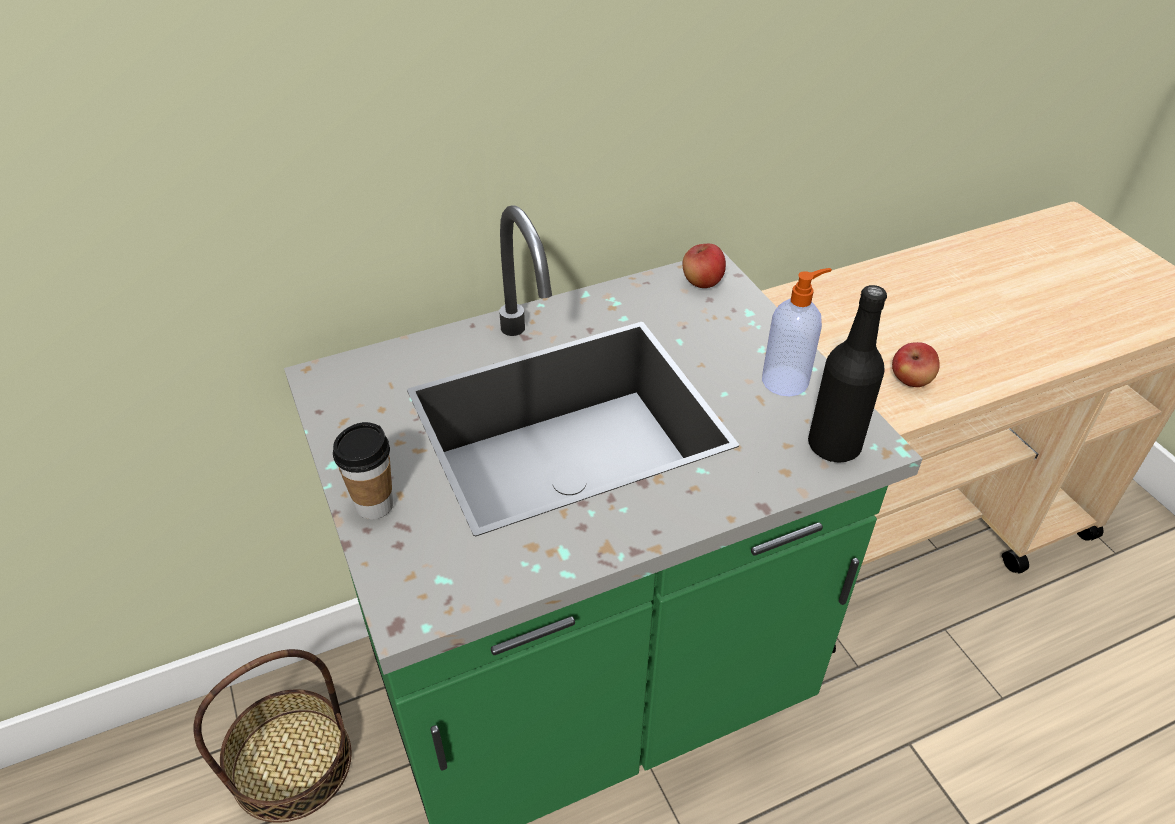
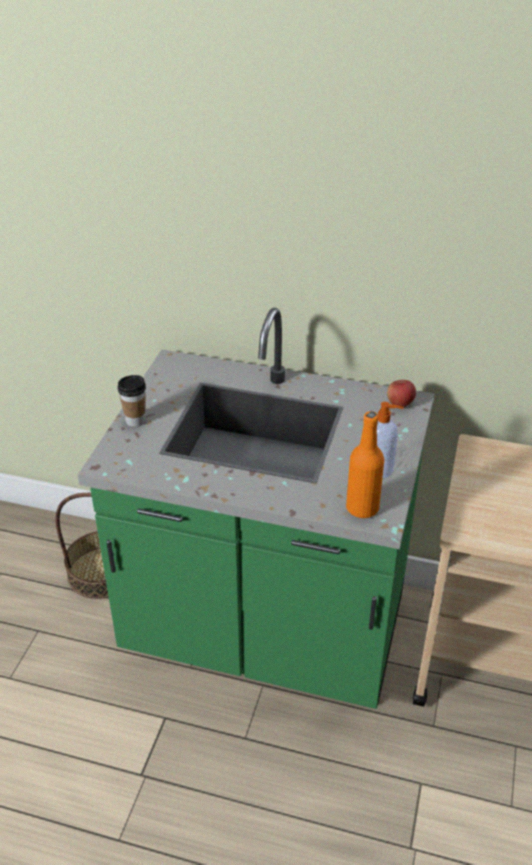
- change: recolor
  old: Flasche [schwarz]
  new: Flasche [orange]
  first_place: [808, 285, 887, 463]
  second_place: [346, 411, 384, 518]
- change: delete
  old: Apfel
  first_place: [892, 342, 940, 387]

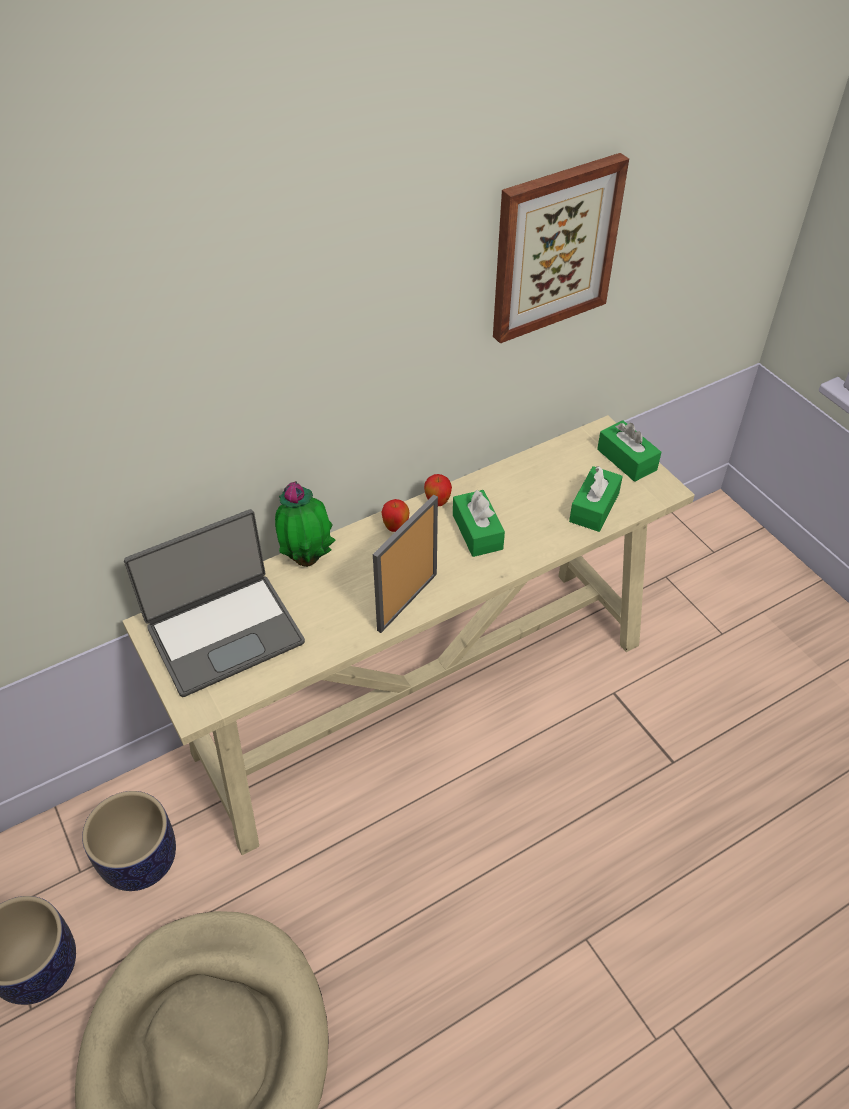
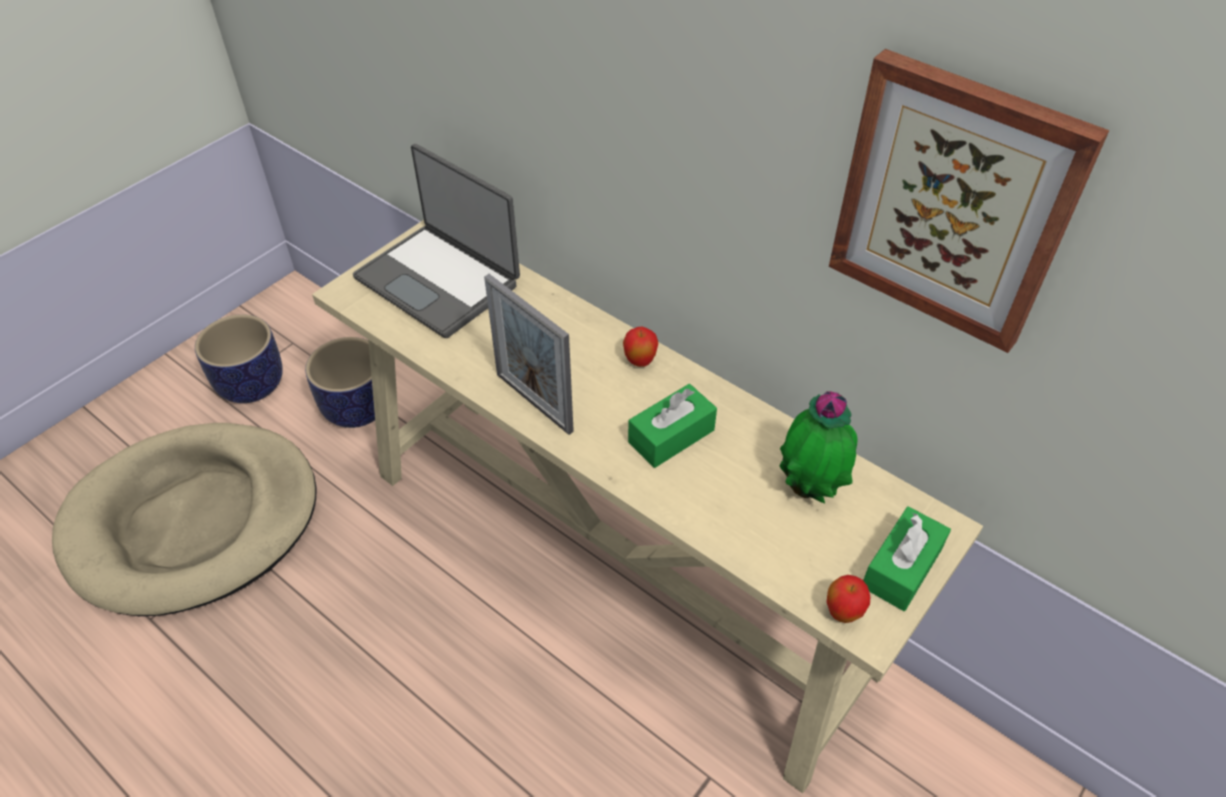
- change: move
  old: Topfpflanze
  first_place: [275, 481, 335, 567]
  second_place: [780, 391, 858, 503]
- change: rotate
  old: Bilderrahmen
  first_place: [373, 495, 438, 633]
  second_place: [484, 274, 574, 435]
  degrees: -150
- change: move
  old: Apfel
  first_place: [424, 474, 452, 506]
  second_place: [827, 575, 870, 623]
- change: delete
  old: Taschentuchbox [grün]
  first_place: [569, 466, 623, 532]

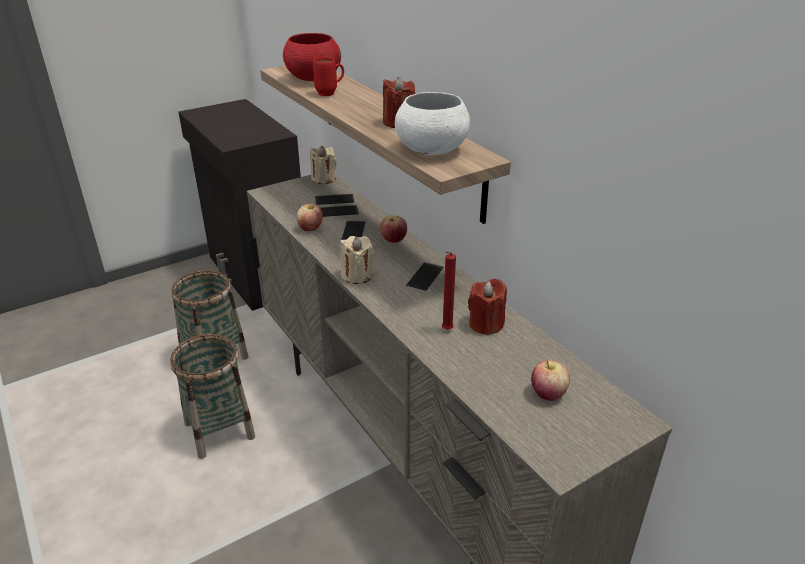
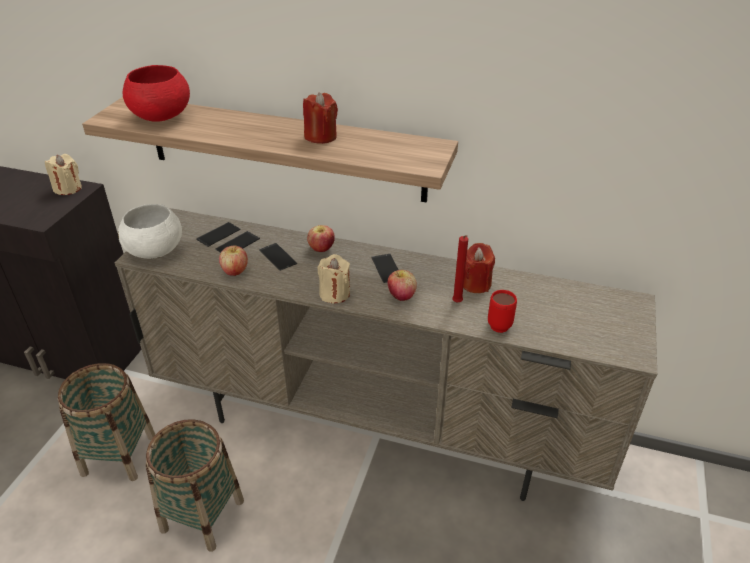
- change: move
  old: Kerze [beige]
  first_place: [310, 146, 337, 184]
  second_place: [45, 154, 82, 195]
- change: move
  old: Henkelbecher [rot]
  first_place: [313, 57, 344, 96]
  second_place: [488, 290, 517, 333]
- change: move
  old: Schüssel [weiß]
  first_place: [395, 92, 470, 155]
  second_place: [118, 204, 182, 259]
- change: move
  old: Apfel
  first_place: [531, 360, 570, 401]
  second_place: [388, 270, 417, 301]

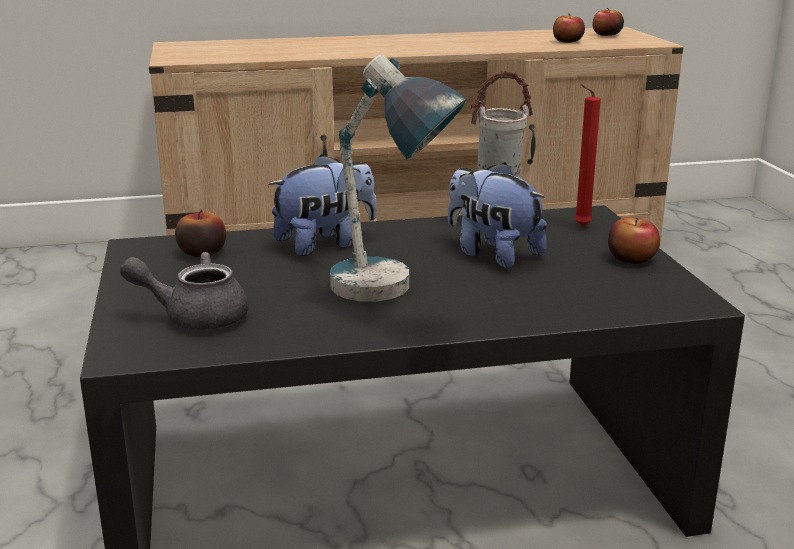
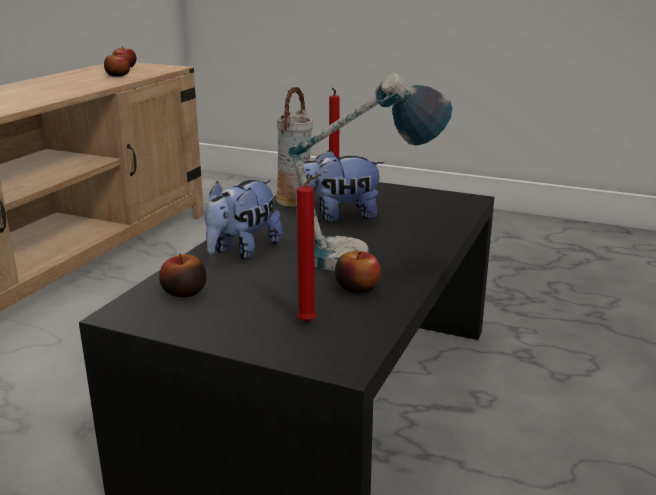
- change: replace
  old: Teekanne [grau]
  new: Kerze [rot]
  first_place: [120, 252, 249, 330]
  second_place: [297, 174, 322, 322]
- change: rotate
  old: Plüschtier
  first_place: [268, 154, 377, 256]
  second_place: [205, 180, 283, 259]
  degrees: -150
- change: move
  old: Apfel
  first_place: [608, 218, 660, 264]
  second_place: [335, 251, 381, 293]

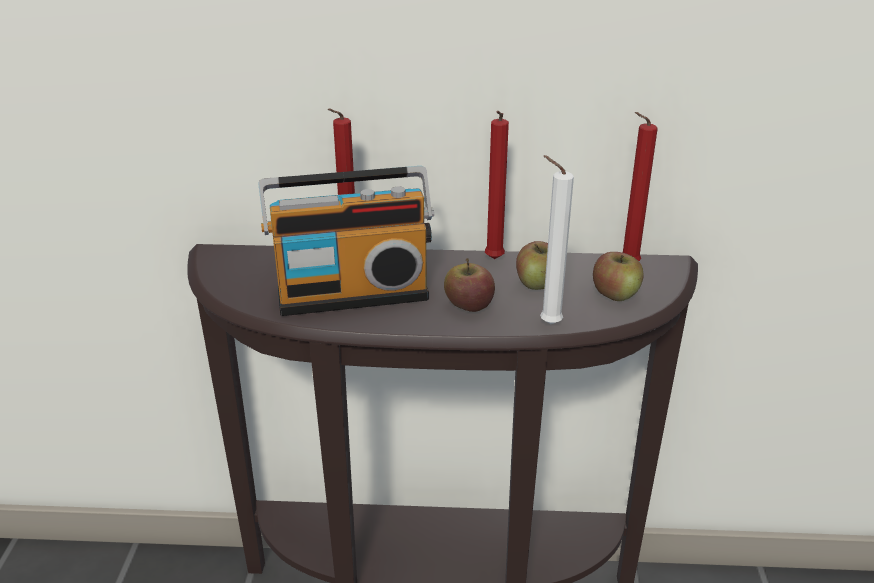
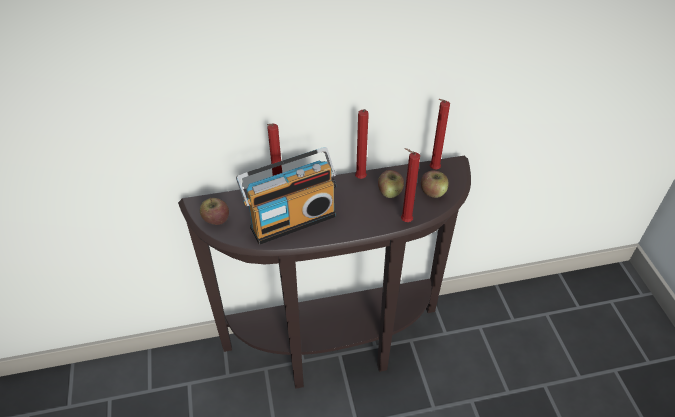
- change: move
  old: Apfel
  first_place: [444, 258, 495, 312]
  second_place: [200, 197, 229, 225]
- change: recolor
  old: Kerze [weiß]
  new: Kerze [rot]
  first_place: [540, 155, 574, 324]
  second_place: [401, 148, 420, 222]

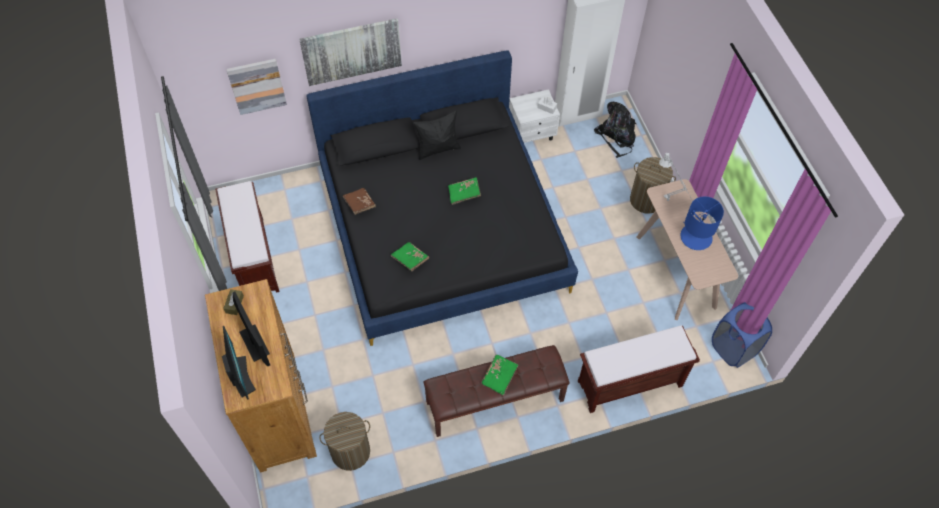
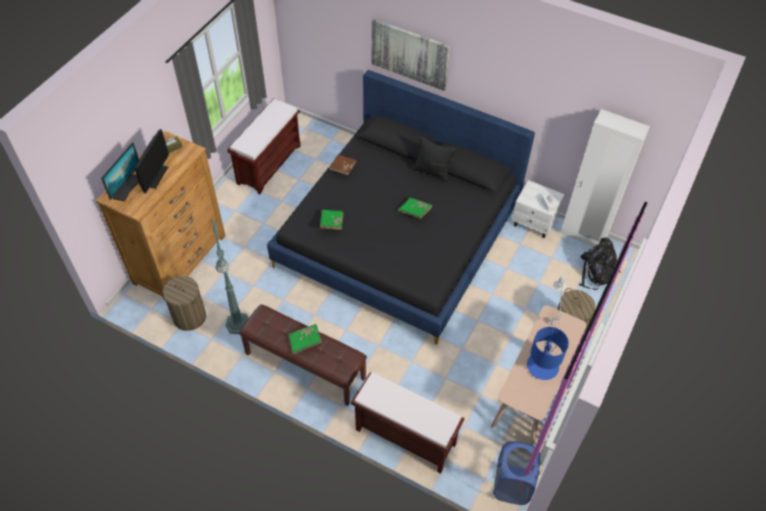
- change: delete
  old: Bild
  first_place: [226, 59, 287, 115]
- change: insert
  new: Stehlampe [grün]
  second_place: [212, 220, 249, 334]

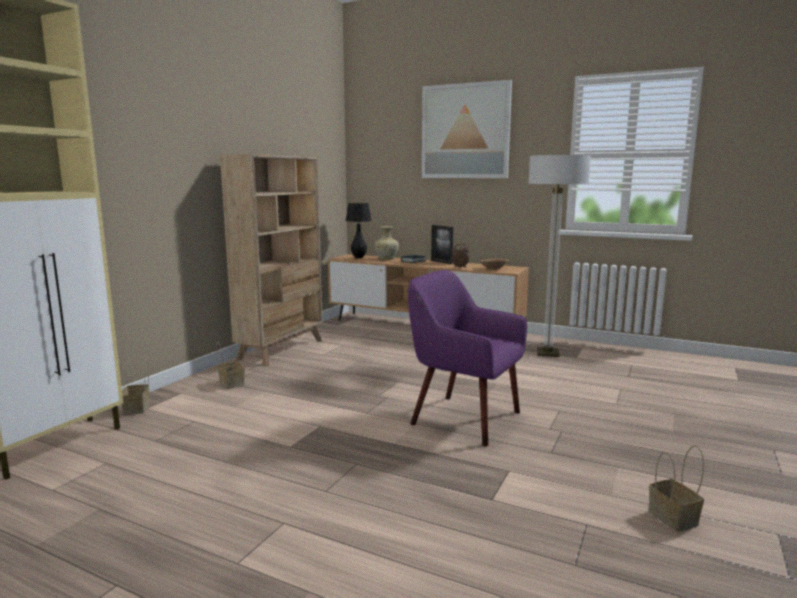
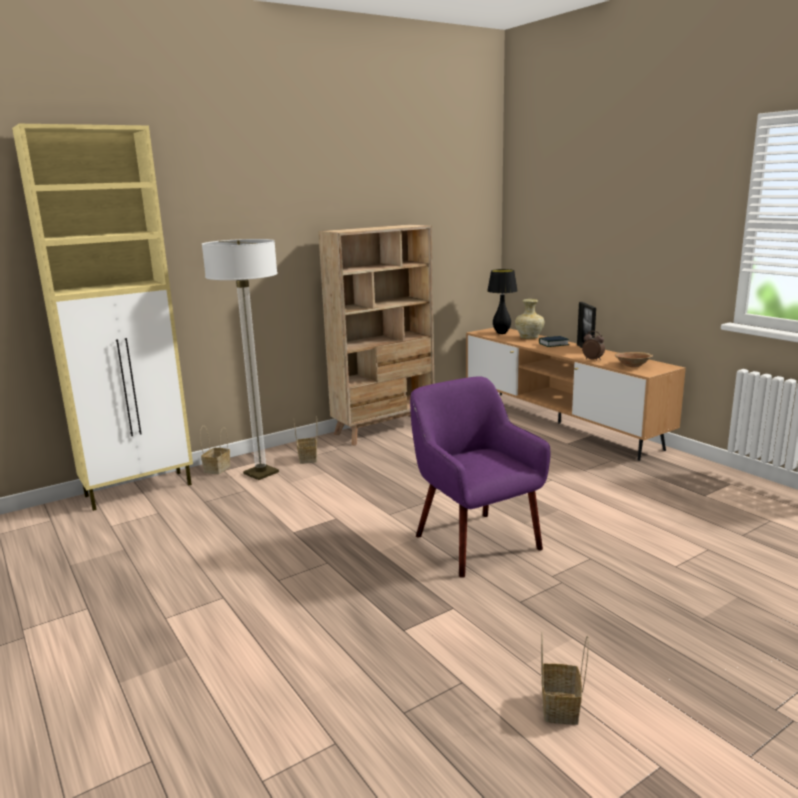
- change: delete
  old: Bild
  first_place: [422, 80, 512, 178]
- change: move
  old: Stehlampe
  first_place: [528, 155, 591, 357]
  second_place: [202, 239, 279, 480]

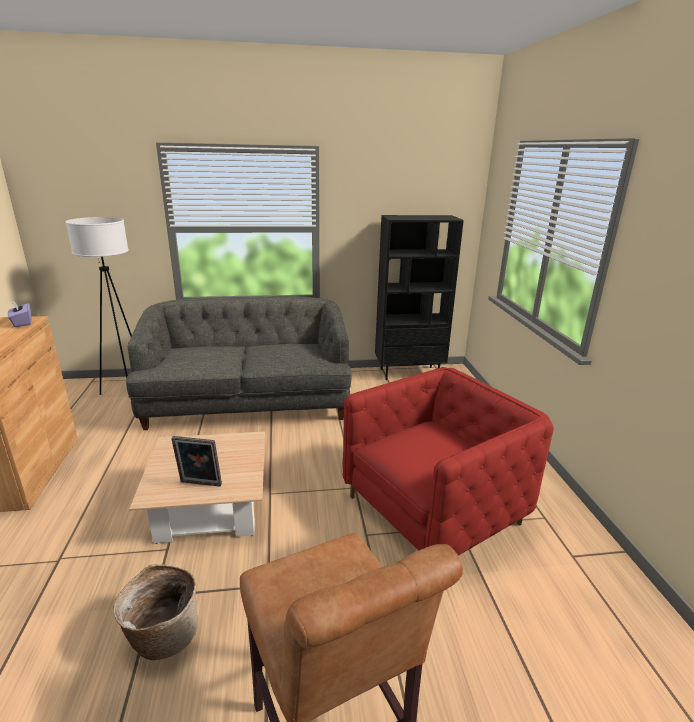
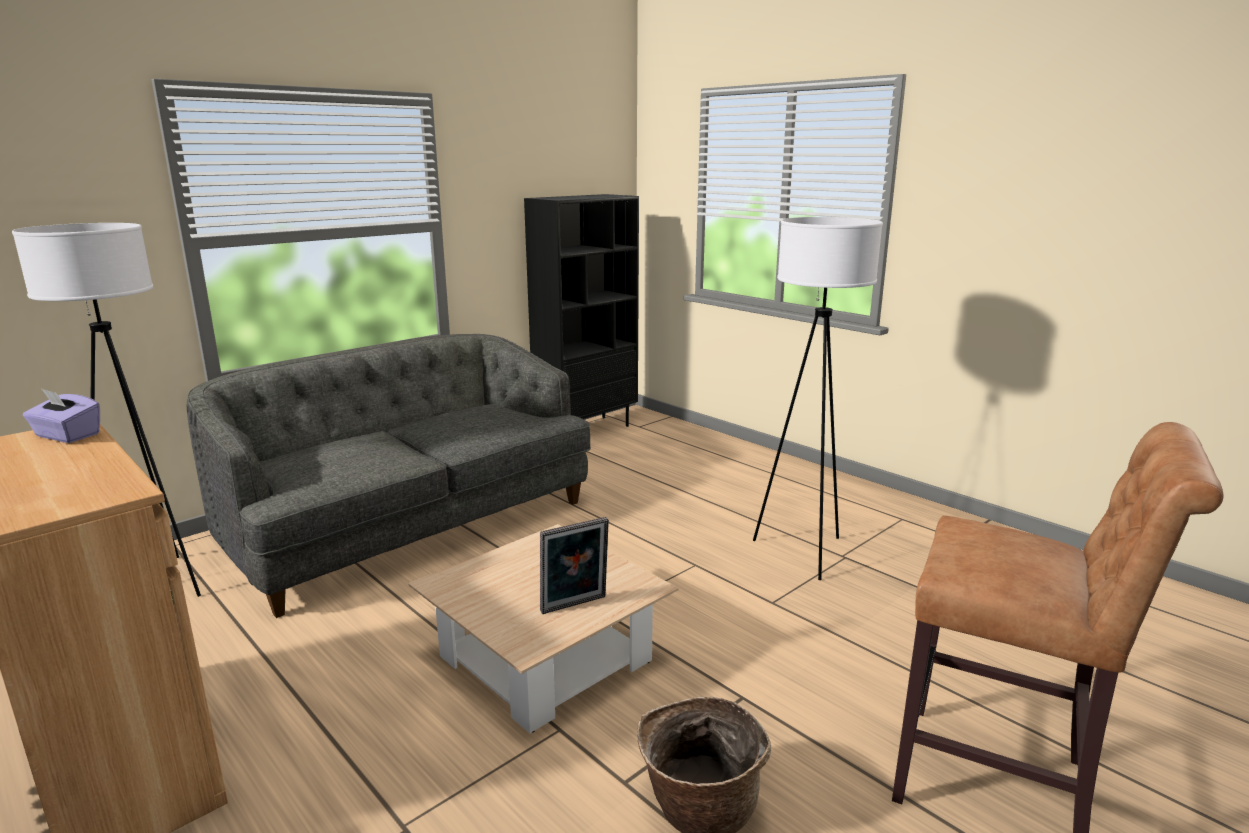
- change: replace
  old: Sessel [rot]
  new: Stehlampe [weiß]
  first_place: [342, 367, 554, 556]
  second_place: [753, 217, 883, 580]

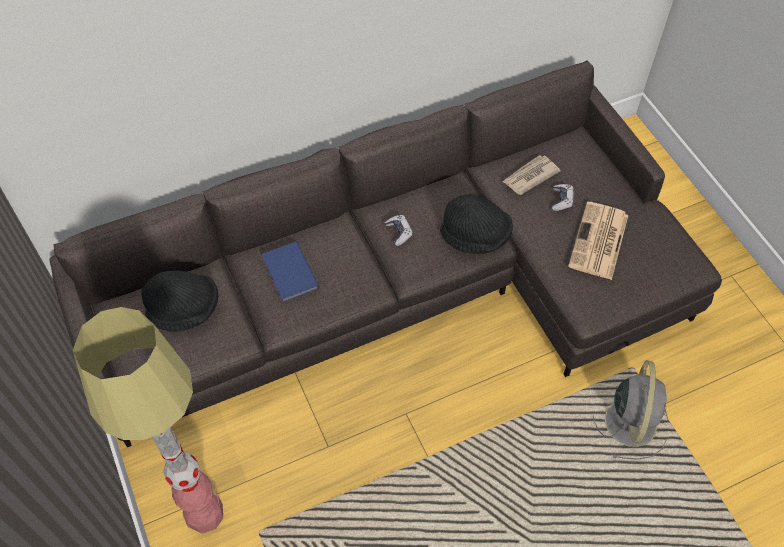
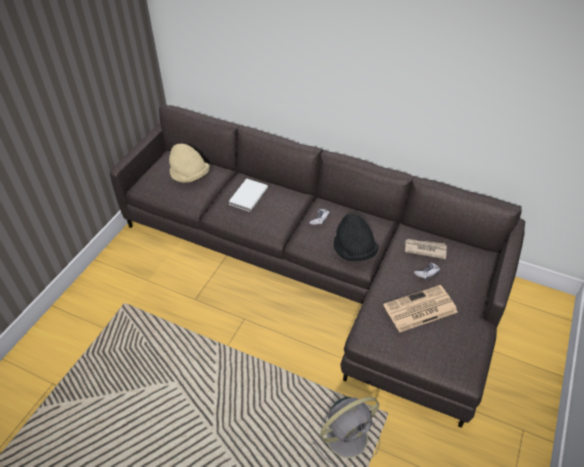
- change: delete
  old: Stehlampe
  first_place: [73, 307, 223, 534]
- change: recolor
  old: Hut [schwarz]
  new: Hut [beige]
  first_place: [141, 271, 219, 332]
  second_place: [169, 144, 210, 183]
- change: recolor
  old: Buch [blau]
  new: Buch [weiß]
  first_place: [262, 242, 319, 303]
  second_place: [228, 178, 268, 212]

